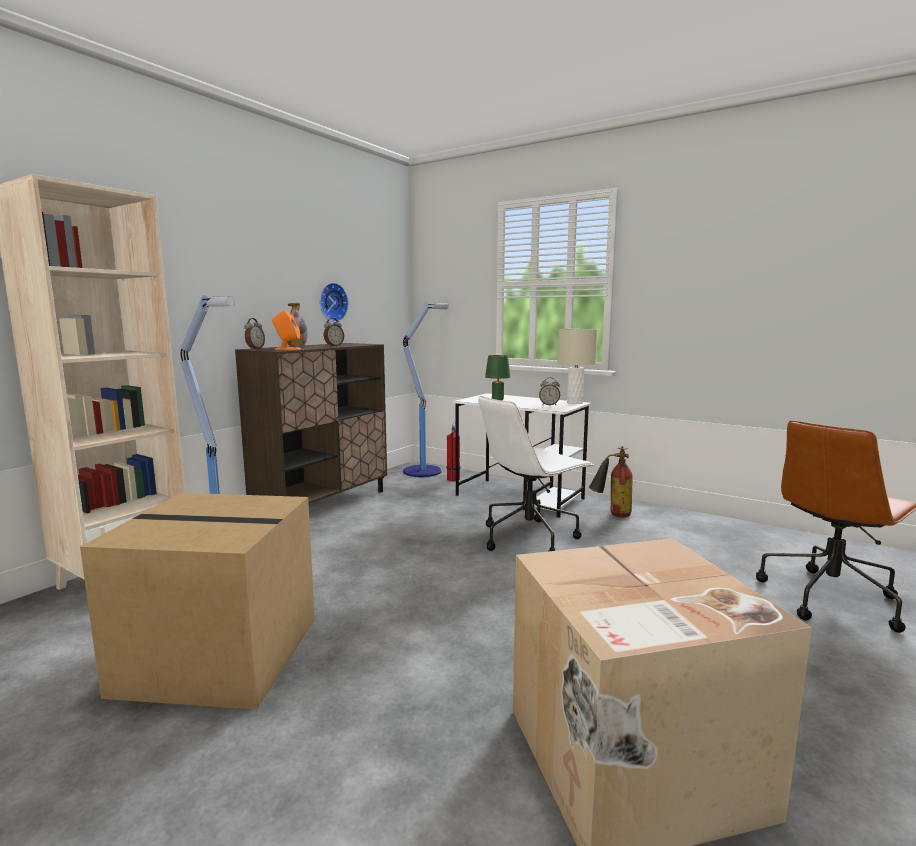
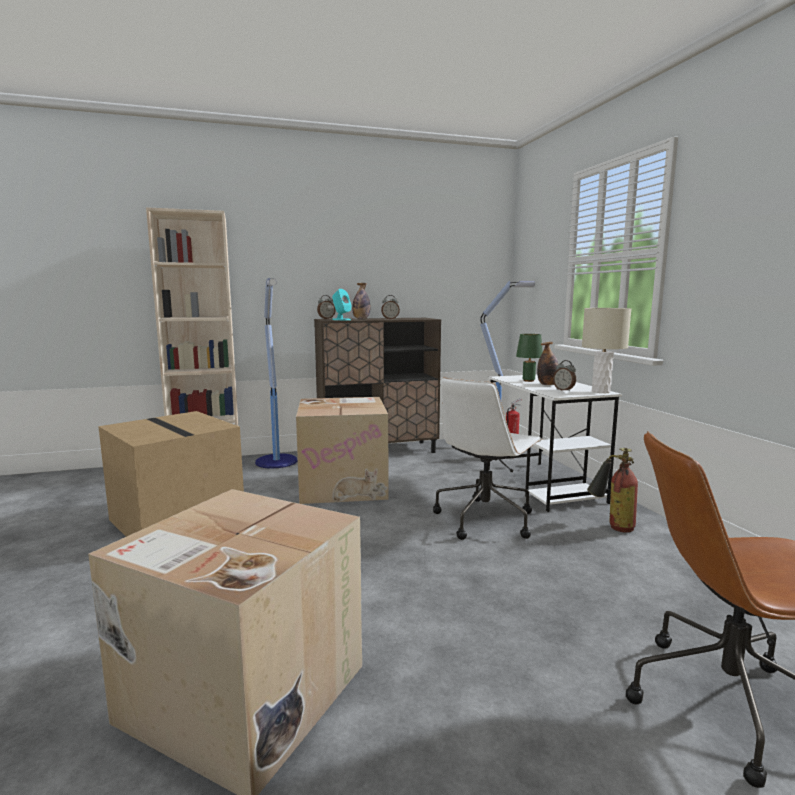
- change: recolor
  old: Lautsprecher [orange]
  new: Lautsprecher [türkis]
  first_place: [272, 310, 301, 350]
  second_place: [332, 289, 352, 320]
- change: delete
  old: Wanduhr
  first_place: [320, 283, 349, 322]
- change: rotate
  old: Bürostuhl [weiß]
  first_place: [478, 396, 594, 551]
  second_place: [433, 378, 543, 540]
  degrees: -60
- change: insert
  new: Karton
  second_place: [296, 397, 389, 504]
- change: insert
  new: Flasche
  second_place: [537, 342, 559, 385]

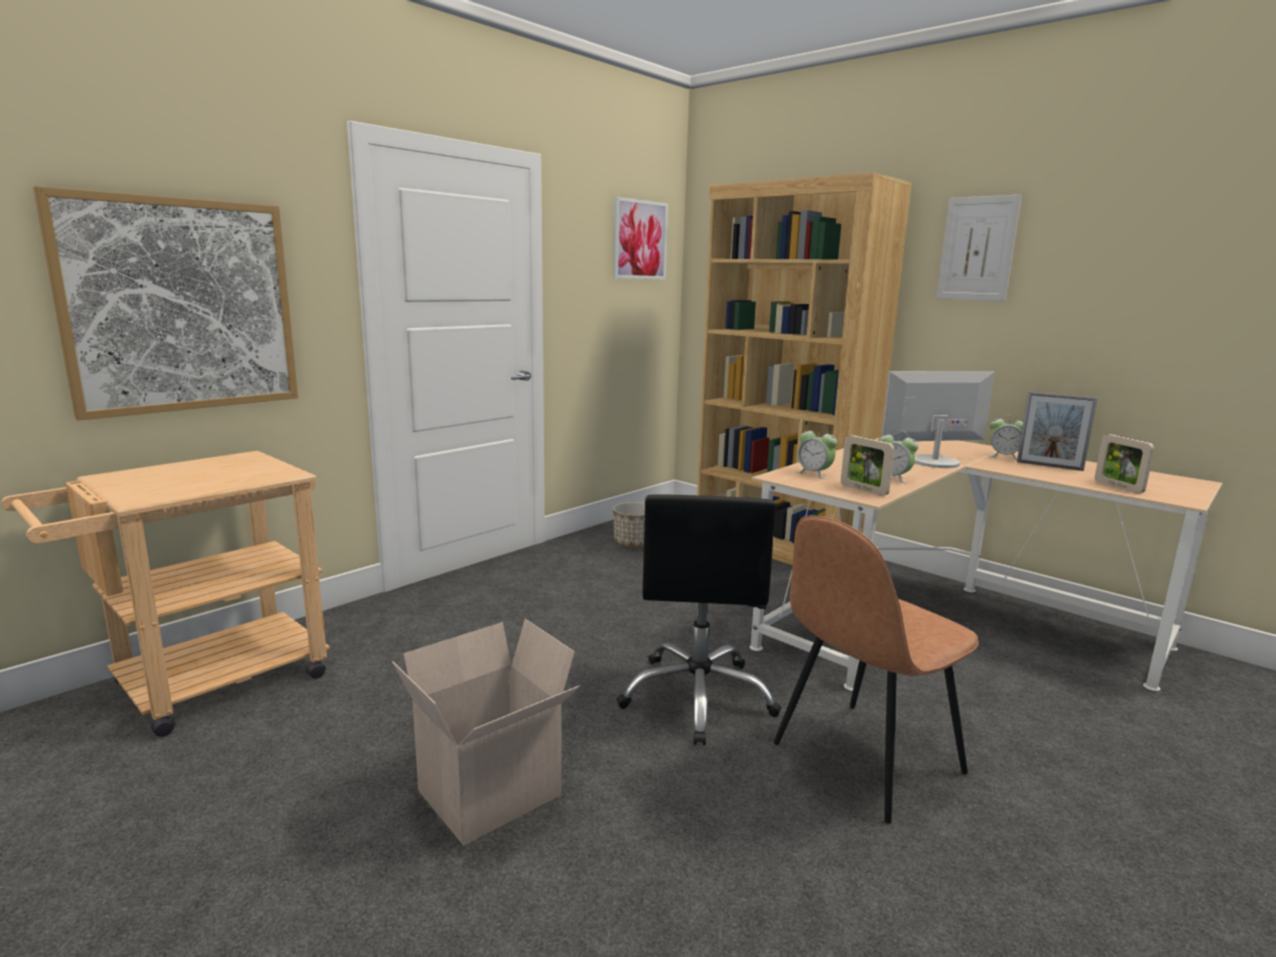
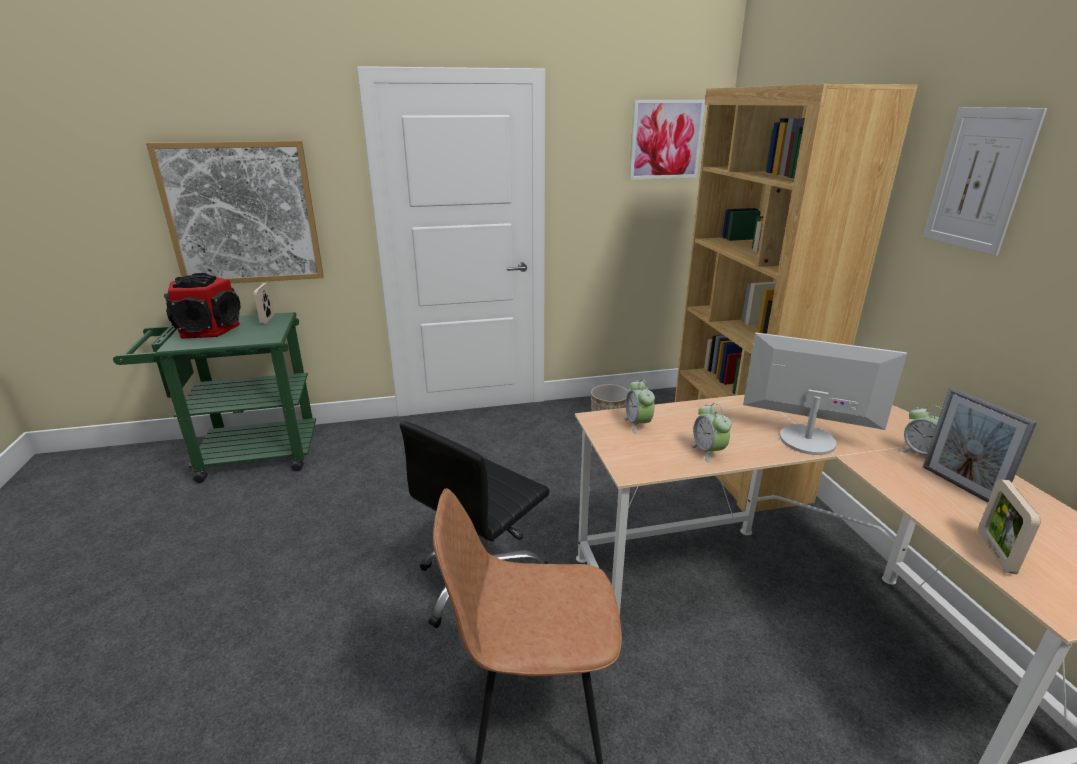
- change: recolor
  old: Rollwagen [beige]
  new: Rollwagen [grün]
  first_place: [1, 451, 330, 737]
  second_place: [113, 312, 316, 483]
- change: delete
  old: Karton
  first_place: [392, 619, 580, 846]
- change: move
  old: Bilderrahmen
  first_place: [841, 435, 895, 496]
  second_place: [254, 283, 275, 325]
- change: insert
  new: Lautsprecher
  second_place: [164, 273, 241, 338]

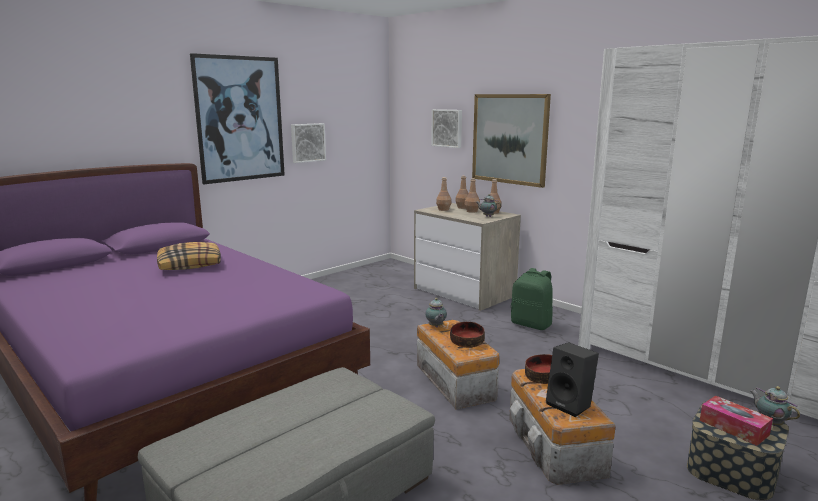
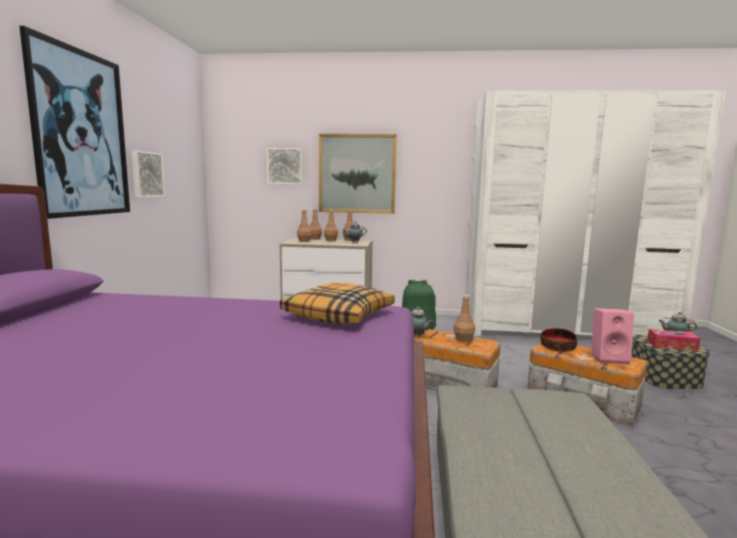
- change: move
  old: Kissen
  first_place: [157, 242, 221, 270]
  second_place: [280, 283, 395, 324]
- change: replace
  old: Schüssel
  new: Flasche [braun]
  first_place: [450, 322, 485, 348]
  second_place: [453, 295, 475, 342]
- change: recolor
  old: Lautsprecher [schwarz]
  new: Lautsprecher [rosa]
  first_place: [546, 342, 599, 417]
  second_place: [591, 308, 634, 364]

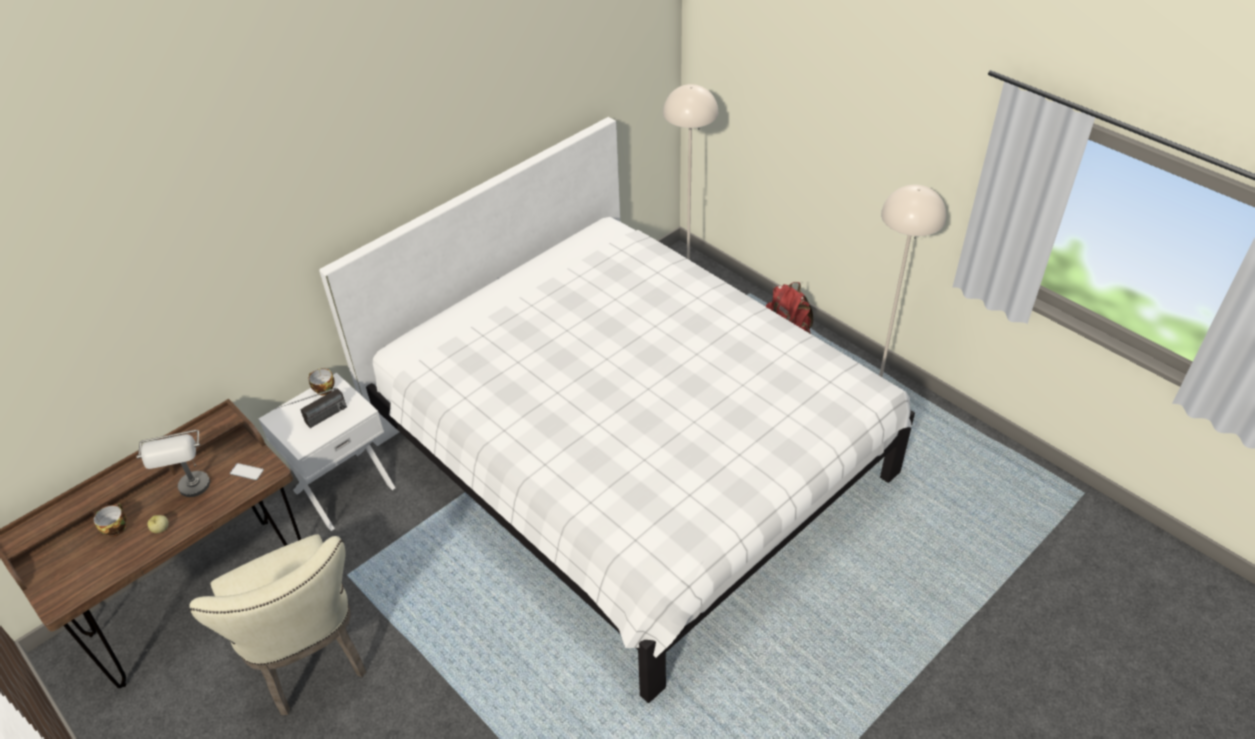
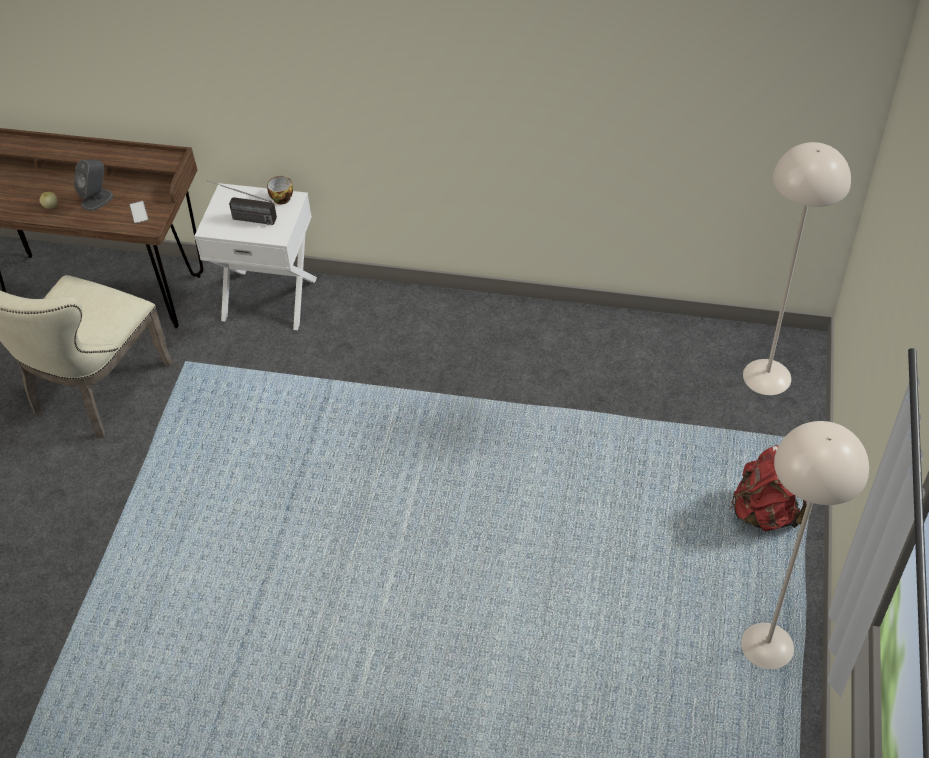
- change: delete
  old: Tasse
  first_place: [93, 503, 126, 537]
- change: replace
  old: Tischlampe [grau]
  new: Lautsprecher [grau]
  first_place: [137, 430, 210, 497]
  second_place: [74, 160, 113, 211]
- change: delete
  old: Bett [weiß]
  first_place: [319, 117, 915, 703]

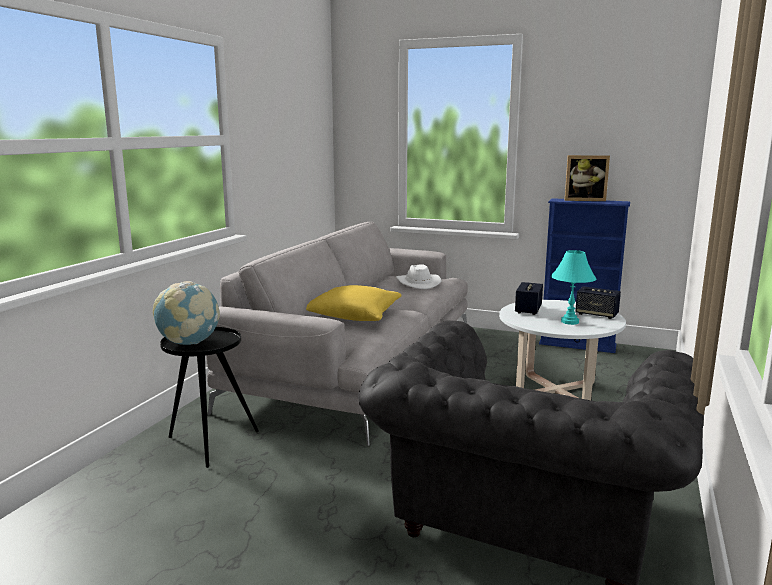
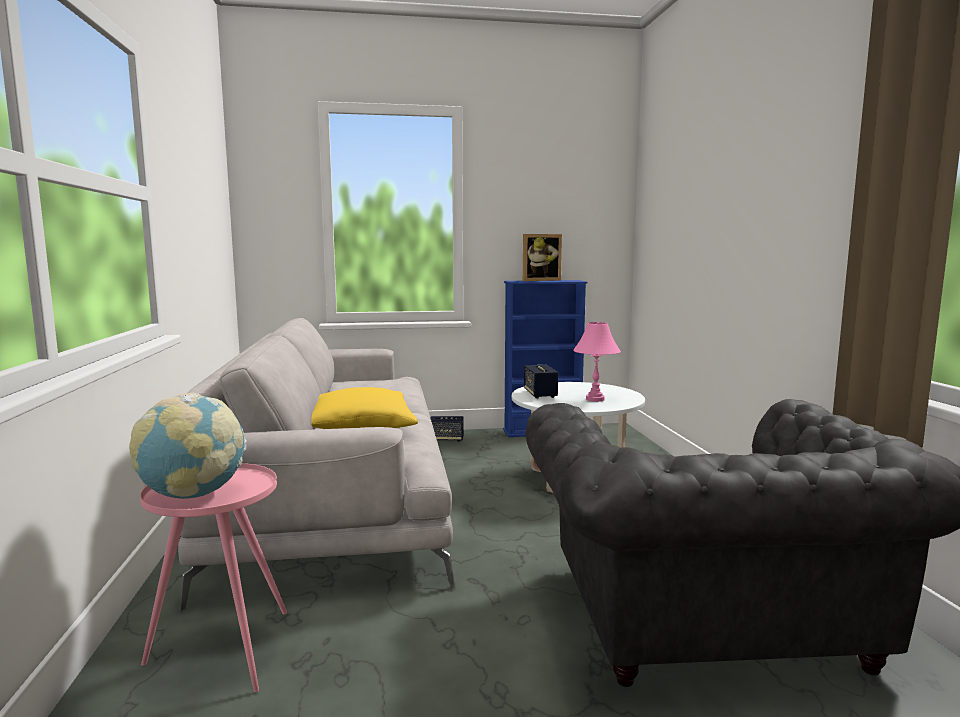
- change: recolor
  old: Beistelltisch [schwarz]
  new: Beistelltisch [rosa]
  first_place: [160, 327, 259, 468]
  second_place: [140, 463, 287, 692]
- change: delete
  old: Hut [weiß]
  first_place: [396, 264, 441, 289]
- change: recolor
  old: Tischlampe [türkis]
  new: Tischlampe [rosa]
  first_place: [551, 250, 596, 325]
  second_place: [573, 322, 621, 402]
- change: move
  old: Lautsprecher
  first_place: [575, 286, 621, 319]
  second_place: [430, 416, 464, 442]

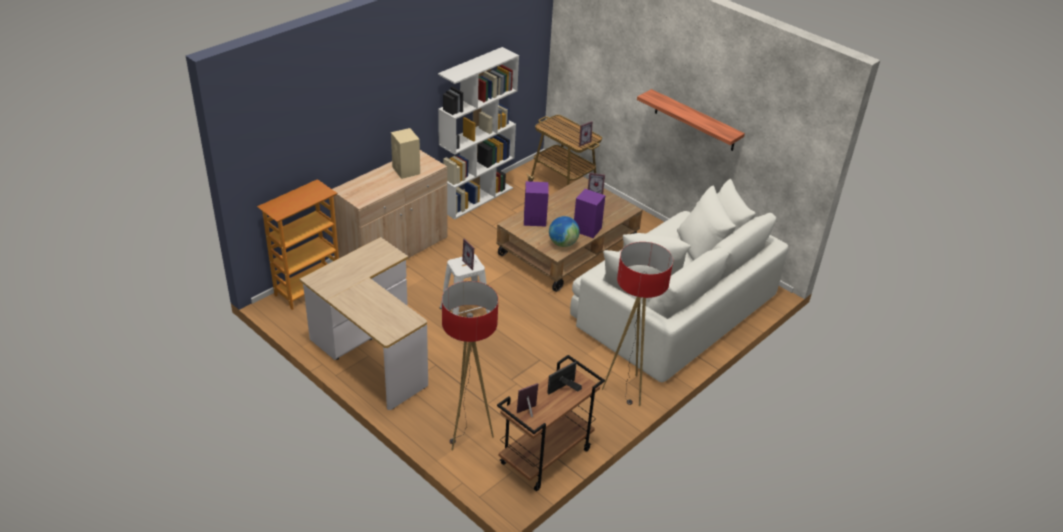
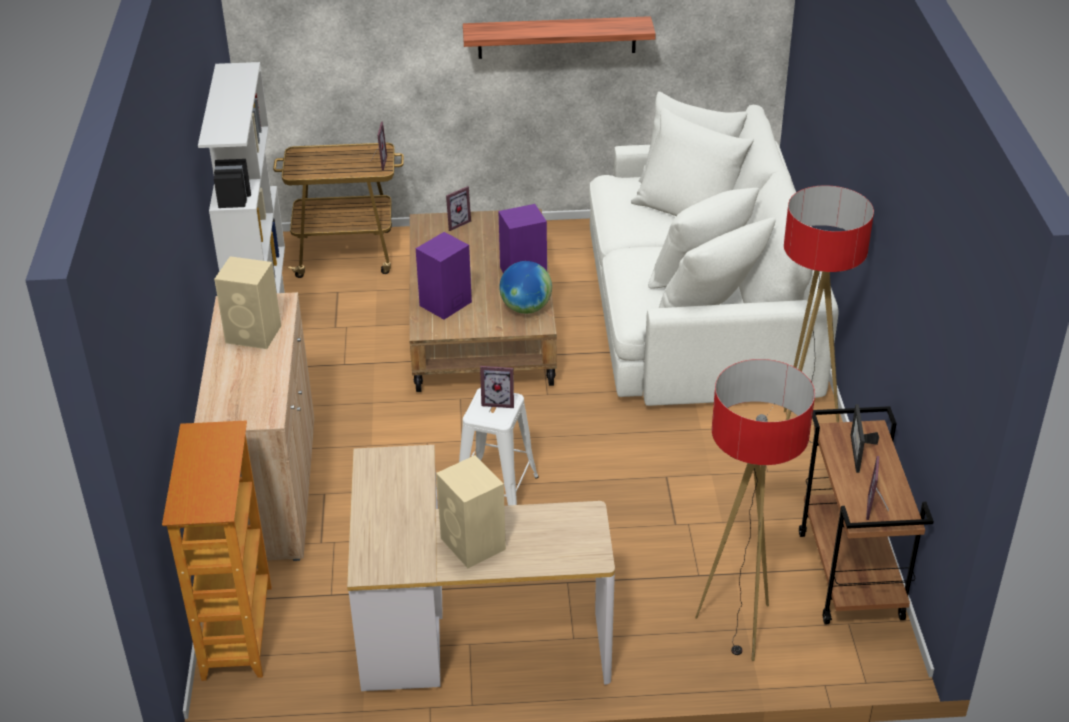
- change: insert
  new: Lautsprecher [beige]
  second_place: [436, 455, 506, 568]

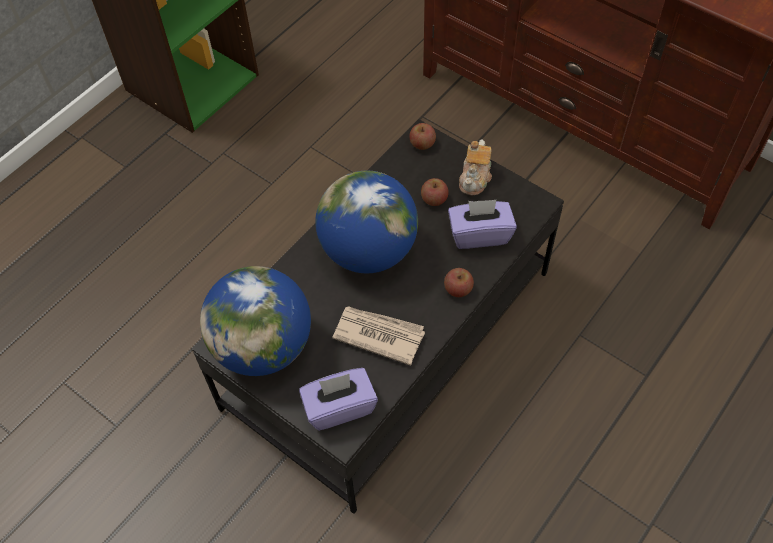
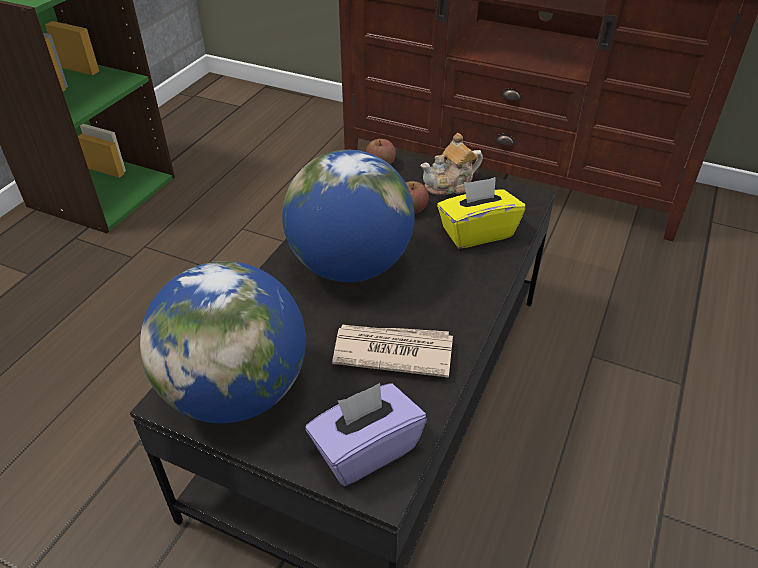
- change: delete
  old: Apfel
  first_place: [444, 268, 474, 297]
- change: recolor
  old: Taschentuchbox [lila]
  new: Taschentuchbox [gelb]
  first_place: [448, 200, 517, 249]
  second_place: [437, 177, 525, 249]
- change: rotate
  old: Teekanne
  first_place: [459, 140, 492, 195]
  second_place: [421, 133, 483, 195]
  degrees: 60

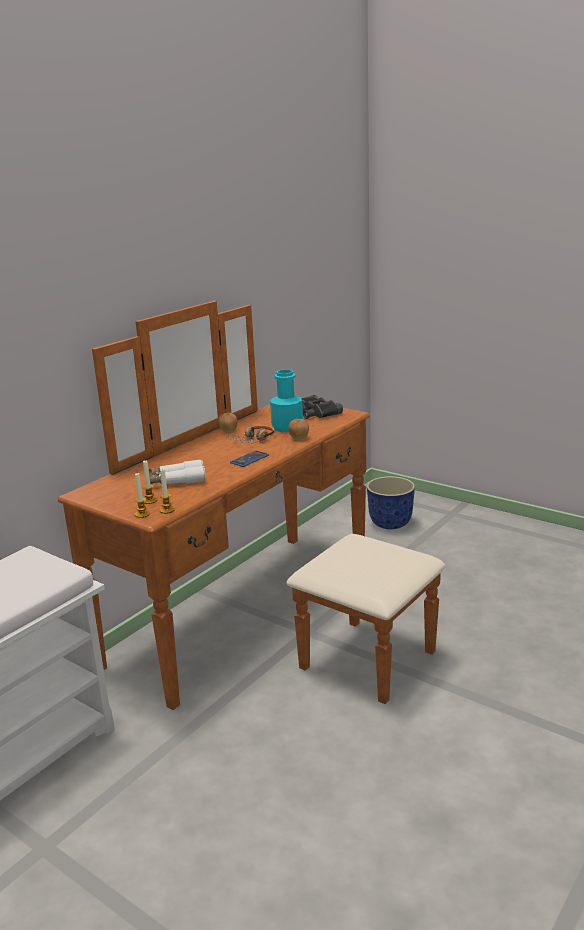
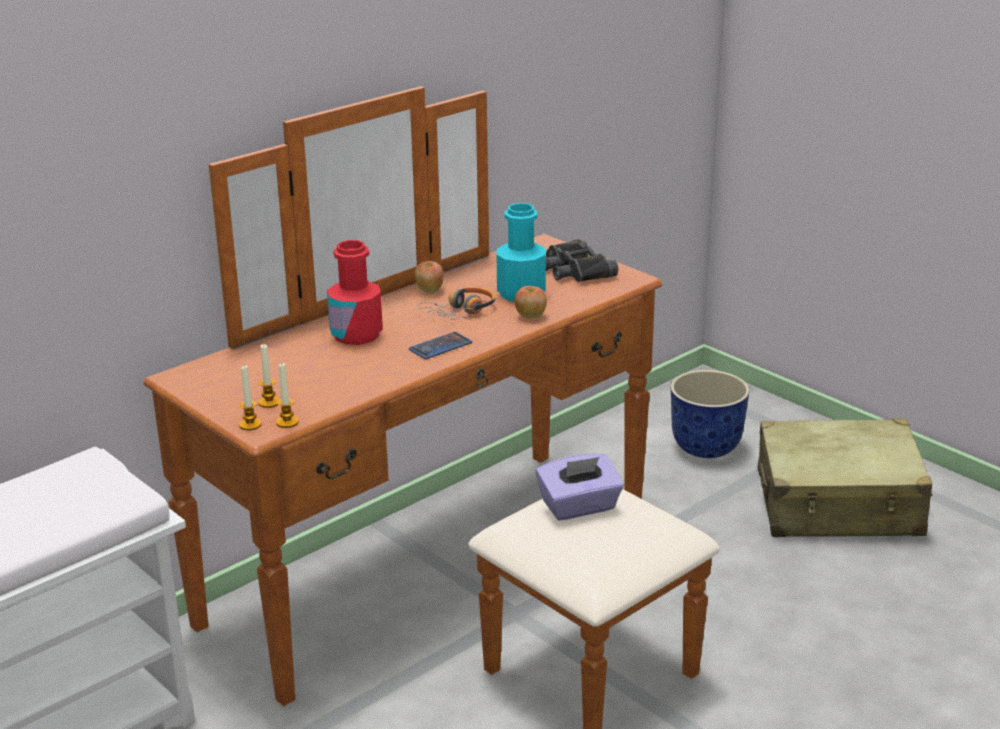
- change: delete
  old: Fernglas [weiß]
  first_place: [149, 459, 206, 485]
- change: insert
  new: Flasche [rot]
  second_place: [327, 240, 383, 345]
- change: insert
  new: Taschentuchbox [lila]
  second_place: [536, 453, 624, 521]
- change: insert
  new: Koffer [beige]
  second_place: [758, 419, 932, 537]

